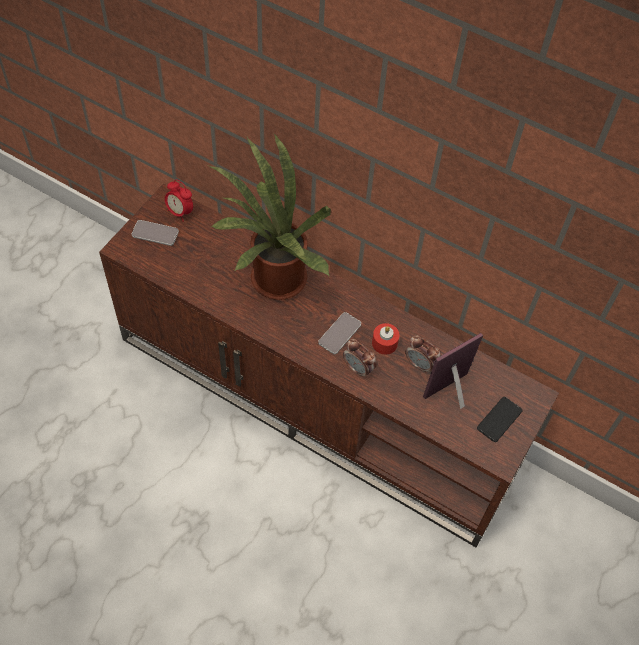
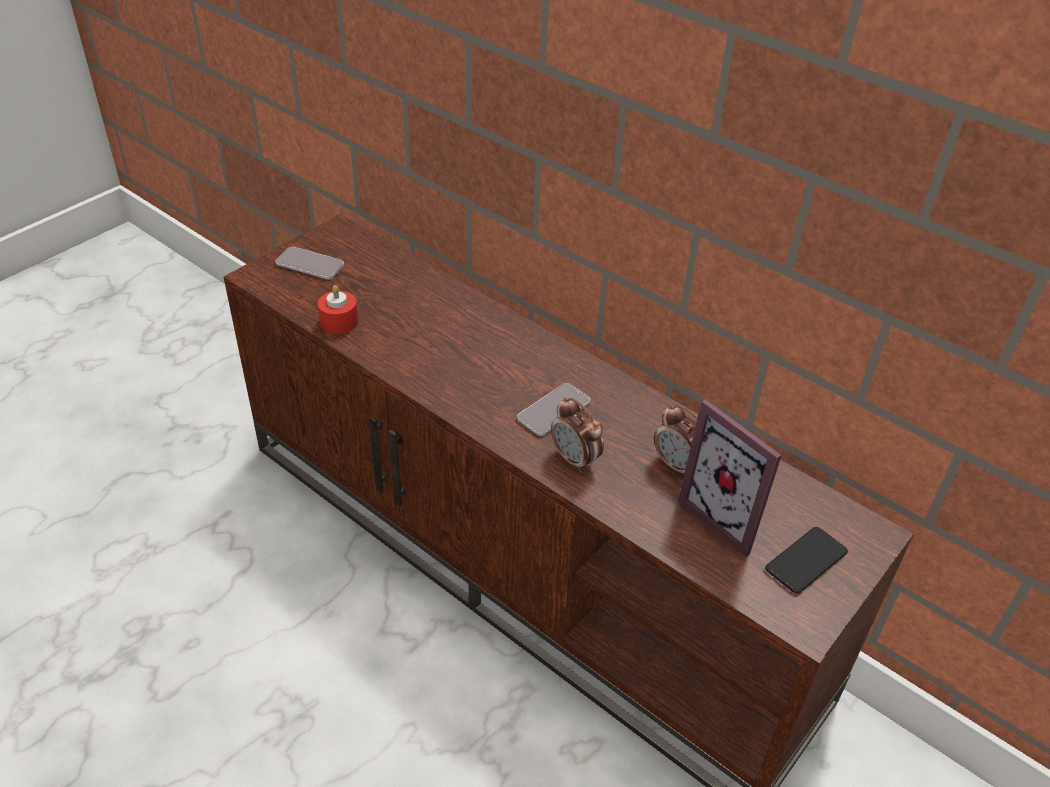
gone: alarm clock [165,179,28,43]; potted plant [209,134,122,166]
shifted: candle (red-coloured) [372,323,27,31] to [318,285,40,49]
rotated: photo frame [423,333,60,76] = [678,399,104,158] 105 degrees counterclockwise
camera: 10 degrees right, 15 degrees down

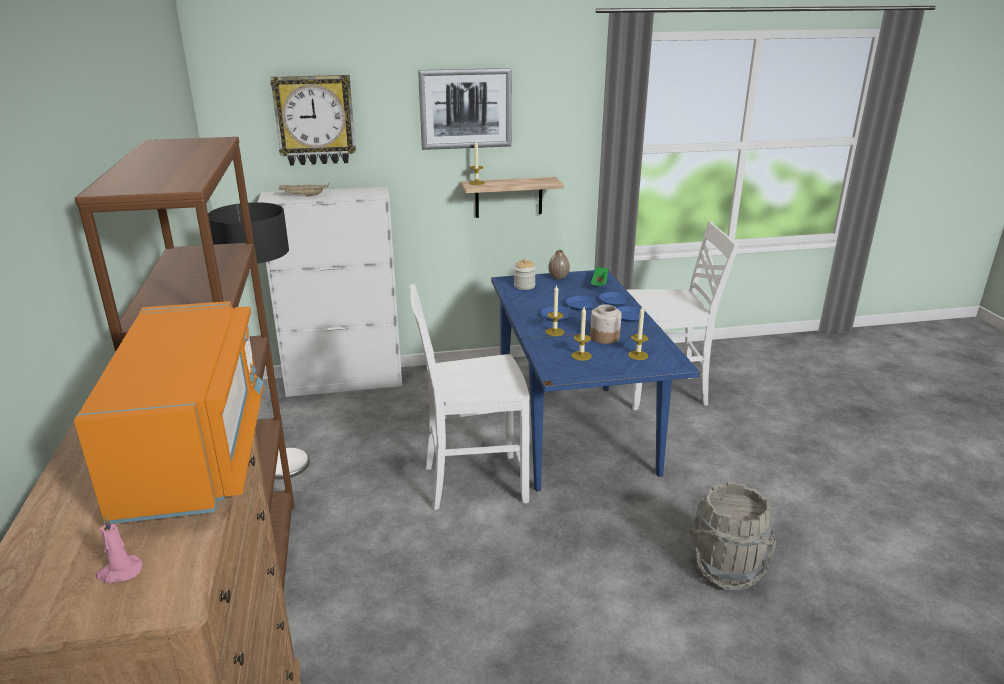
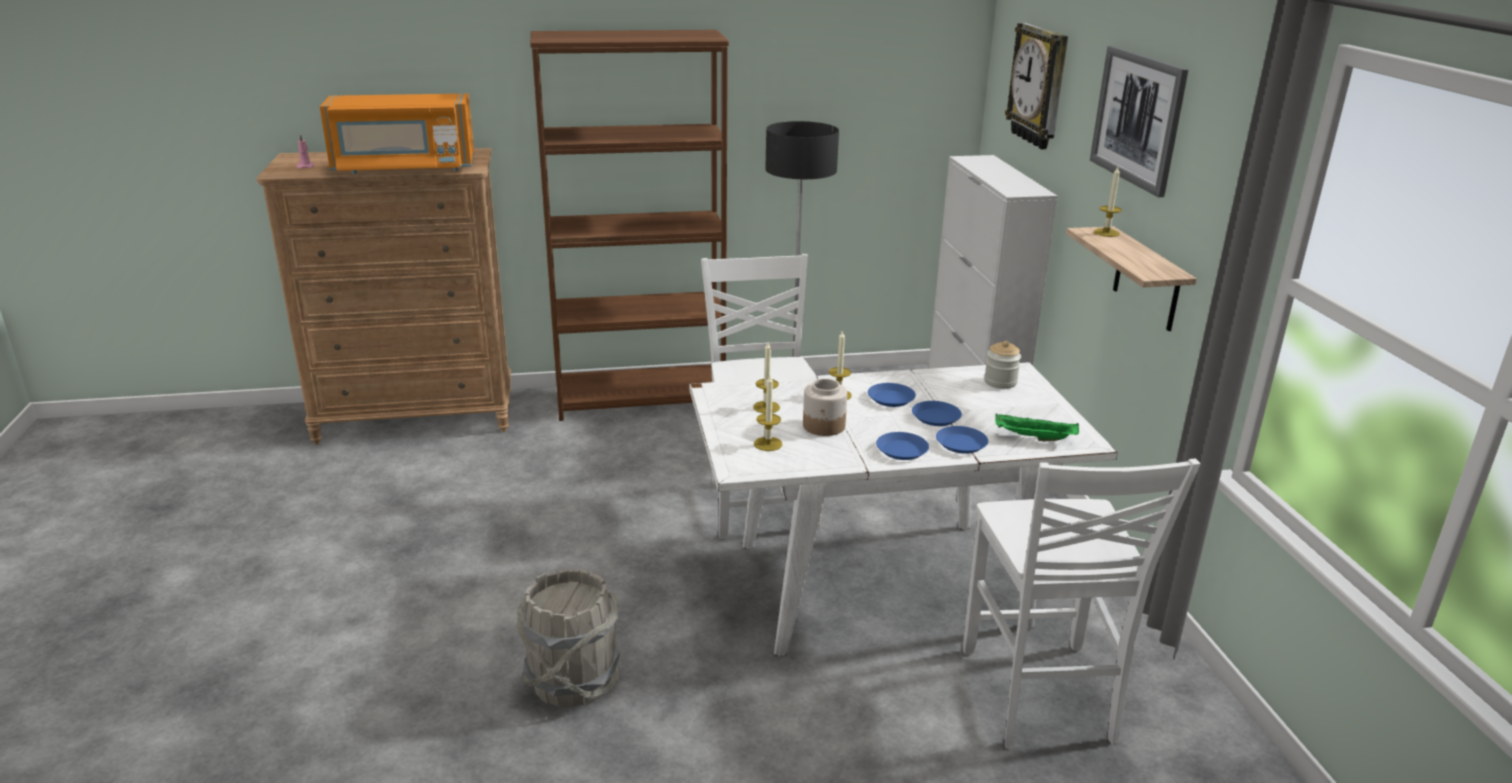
gone: tray (beige) [279,183,50,13]; flower vase [548,250,22,30]
repainted: dinner table (blue-coloured) [491,270,209,221] to dinner table (white) [689,362,429,294]
camera: 90 degrees right, 0 degrees up

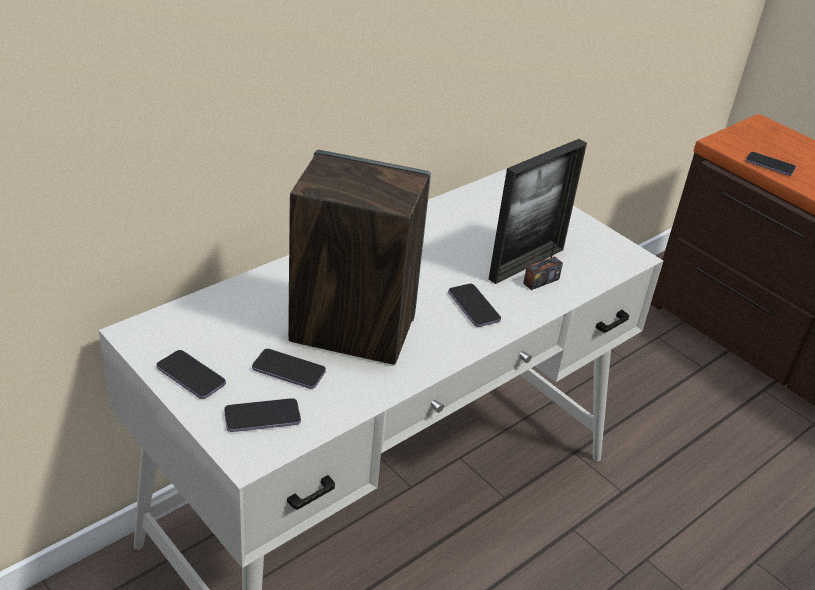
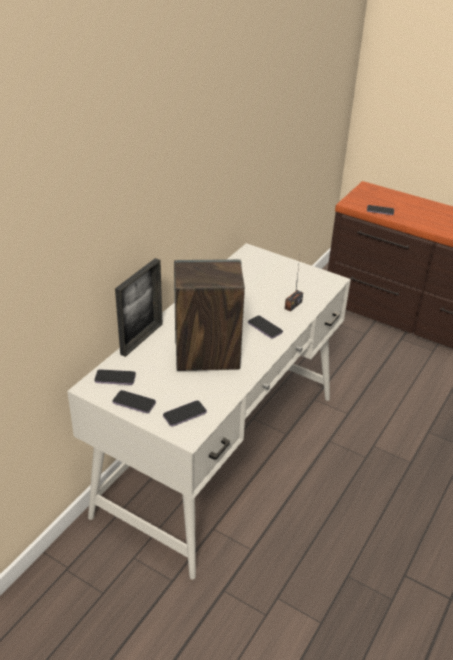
shifted: handset [252,348,74,41] to [94,369,42,16]; photo frame [489,139,98,145] to [115,258,47,99]
camera: 15 degrees left, 0 degrees up

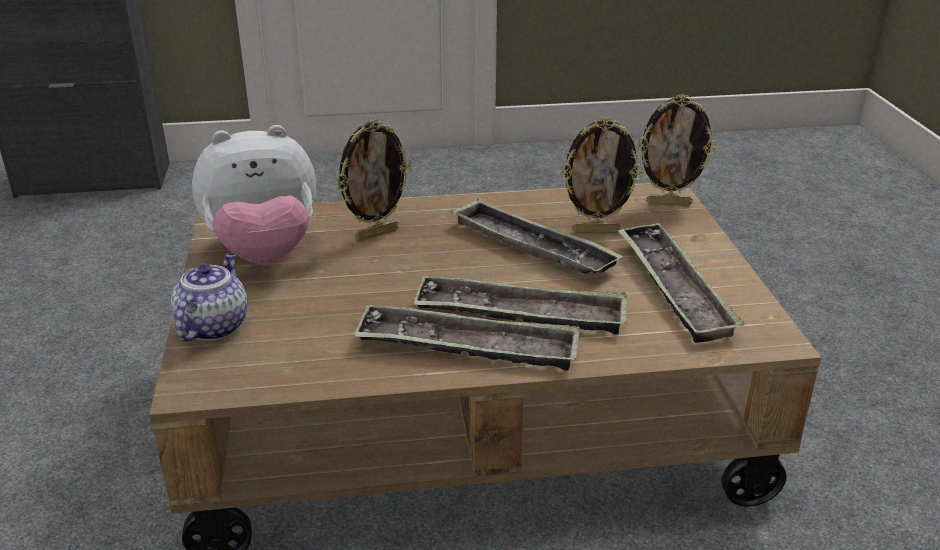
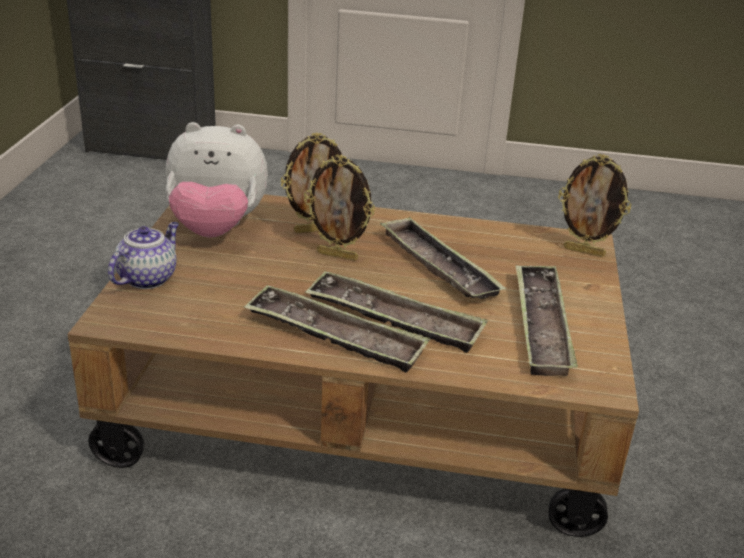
shifted: photo frame [560,117,83,116] to [304,155,71,106]
camera: 15 degrees right, 0 degrees up

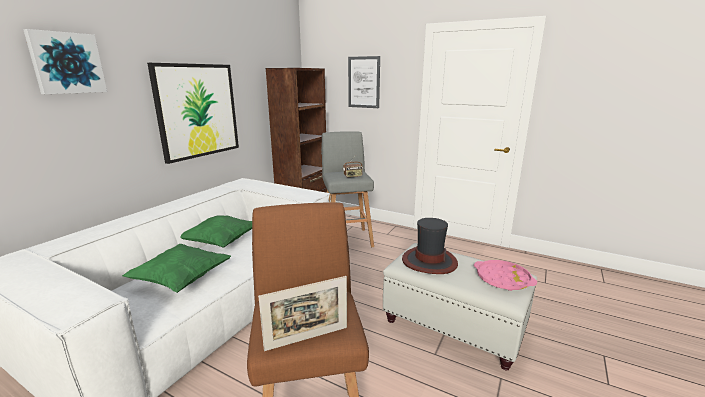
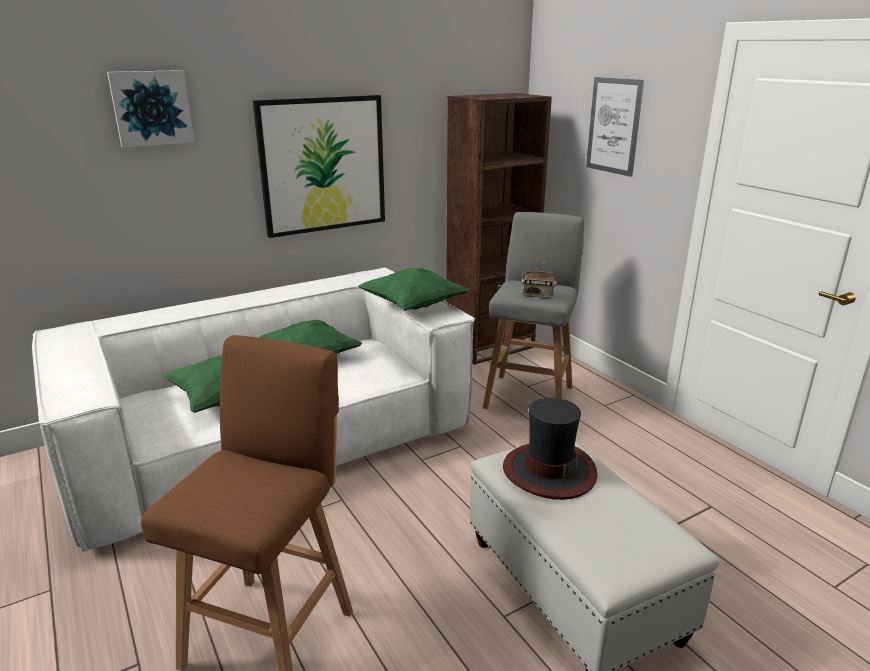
gone: photo frame [258,276,89,75]; tray (pink-coloured) [474,260,63,31]
new: pillow (green-coloured) [358,268,111,43]
camera: 30 degrees right, 5 degrees up

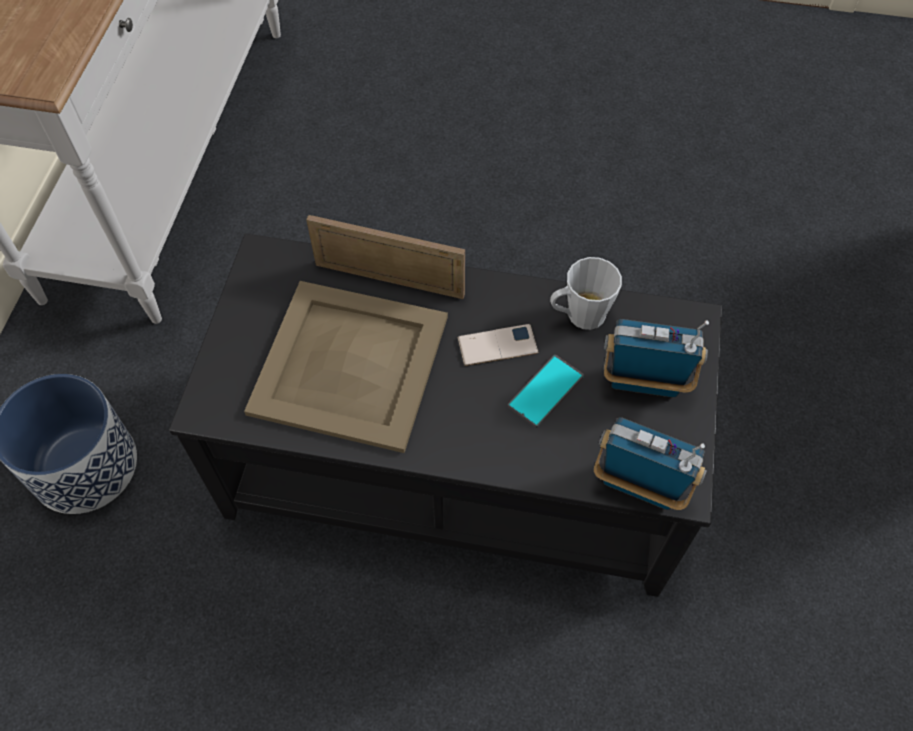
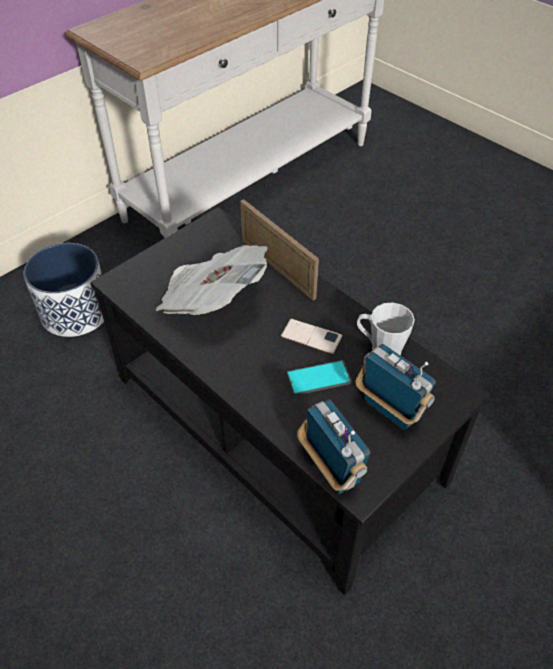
swapped: tray (beige) [244,281,204,172] to newspaper [155,245,113,70]
camera: 35 degrees right, 10 degrees down

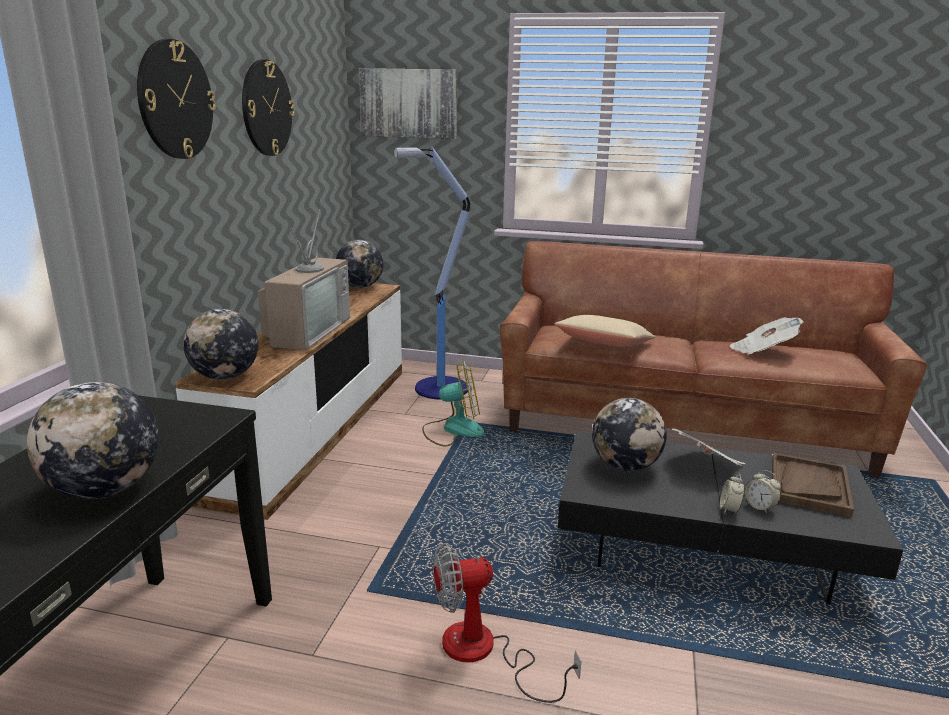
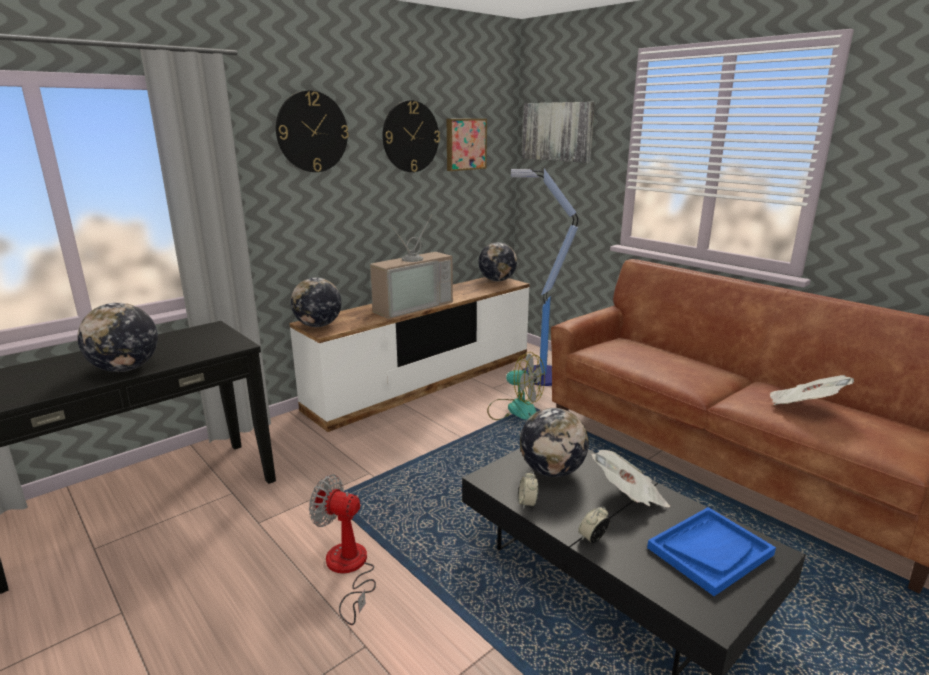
gone: pillow (beige) [554,315,101,32]
new: picture [447,119,40,52]
shifted: alarm clock [745,470,36,43] to [518,470,20,39]
repainted: tray (brown-coloured) [772,453,82,64] to tray (blue-coloured) [647,507,129,89]
camera: 35 degrees right, 0 degrees up

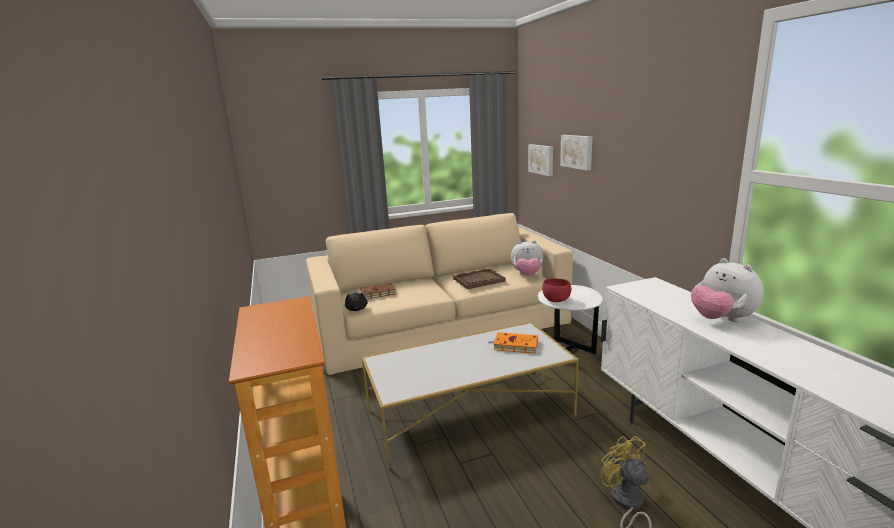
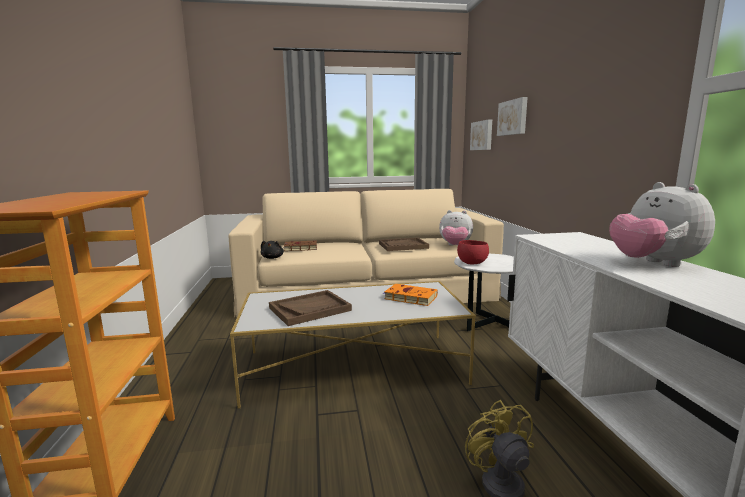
new: tray (brown-coloured) [269,290,83,36]
camera: 10 degrees right, 5 degrees down

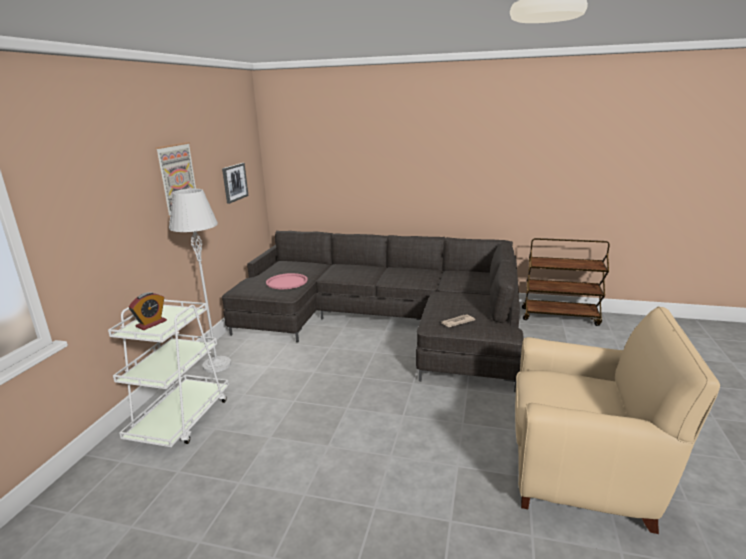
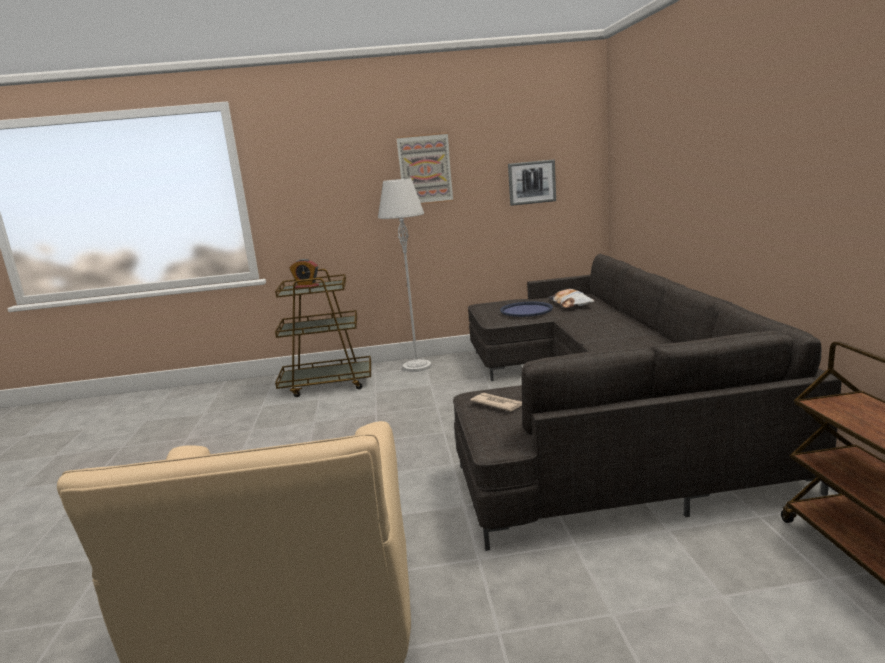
new: pillow [548,289,46,19]
repainted: cart (white) [108,300,121,147] to cart (brown-coloured) [275,269,96,128]; tray (pink-coloured) [266,273,41,16] to tray (blue-coloured) [500,301,53,16]
camera: 70 degrees right, 5 degrees down

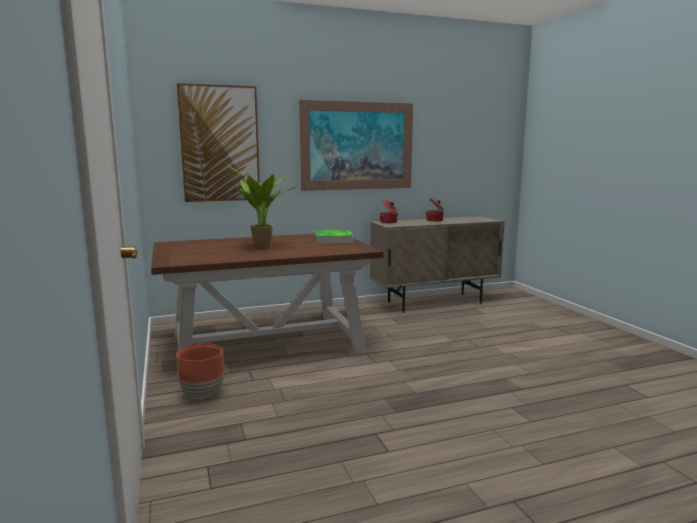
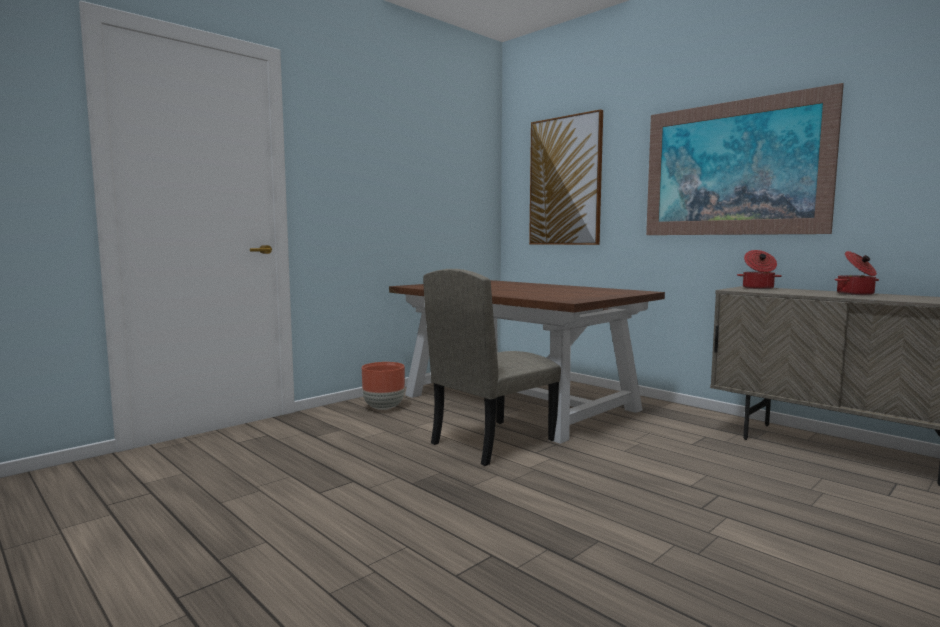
gone: potted plant [228,165,70,82]; tray [315,230,38,14]
new: plain chair (beige) [423,269,138,197]
camera: 65 degrees right, 5 degrees down

